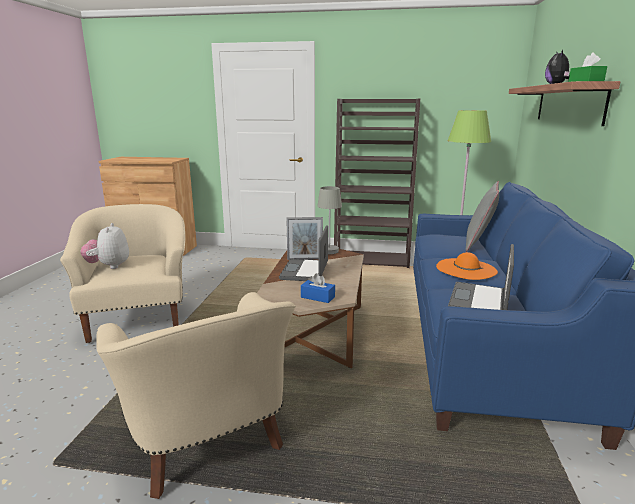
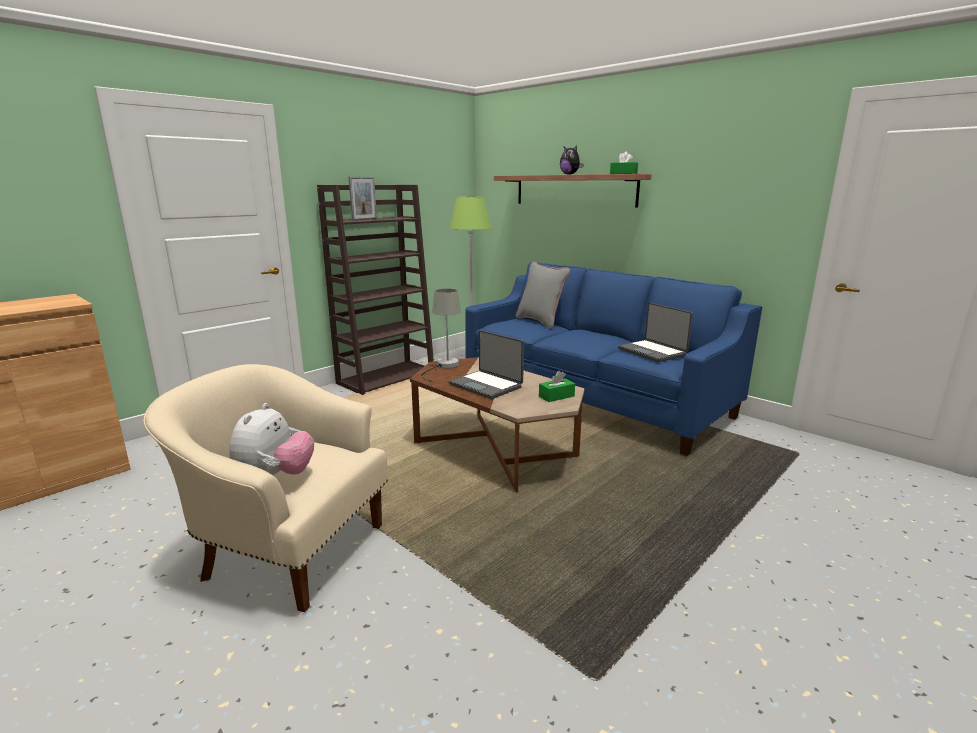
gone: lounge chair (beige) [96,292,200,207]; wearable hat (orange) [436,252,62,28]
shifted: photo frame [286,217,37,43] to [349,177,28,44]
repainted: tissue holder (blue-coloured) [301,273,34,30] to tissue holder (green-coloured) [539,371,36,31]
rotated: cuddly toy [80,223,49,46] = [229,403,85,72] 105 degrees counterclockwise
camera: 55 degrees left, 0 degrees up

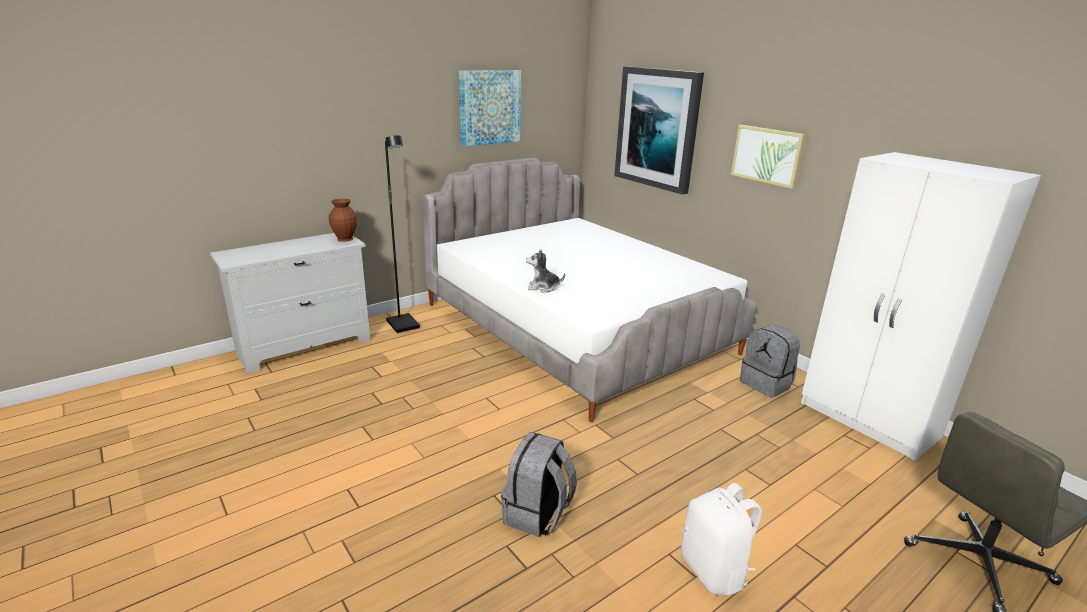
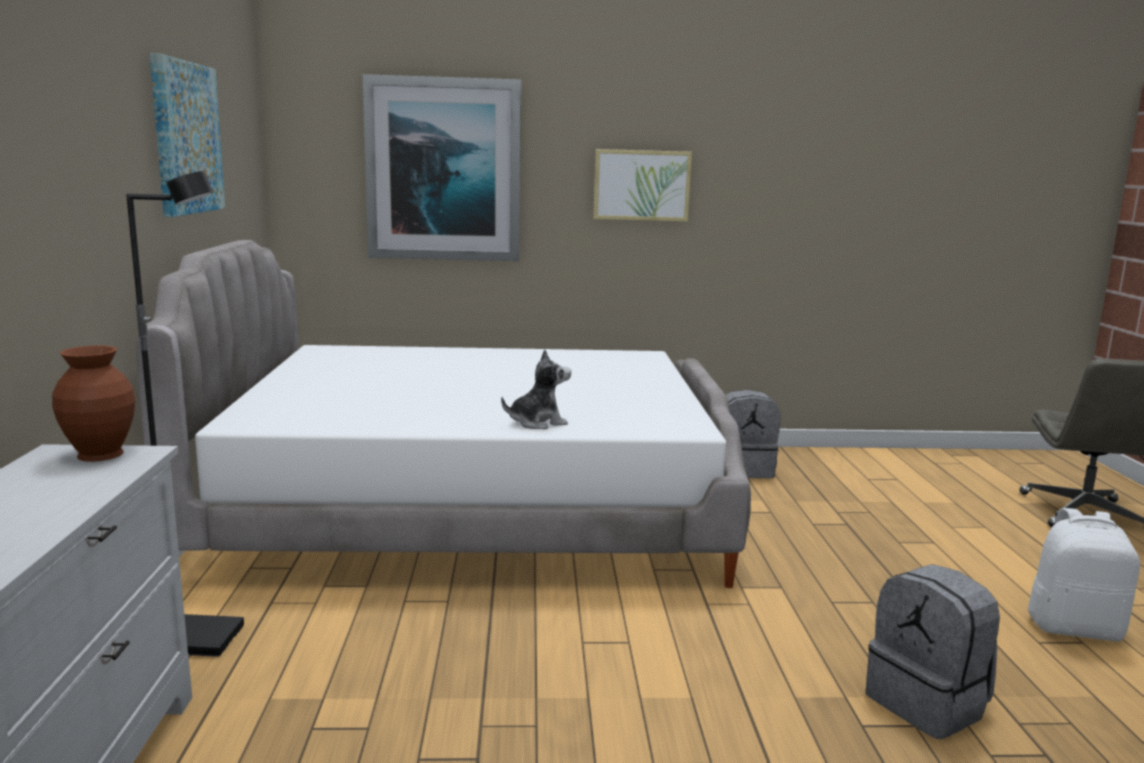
gone: wardrobe (white) [801,152,240,309]
rotated: cuddly toy [526,249,39,44] = [501,350,70,79] 150 degrees counterclockwise
camera: 55 degrees left, 10 degrees down

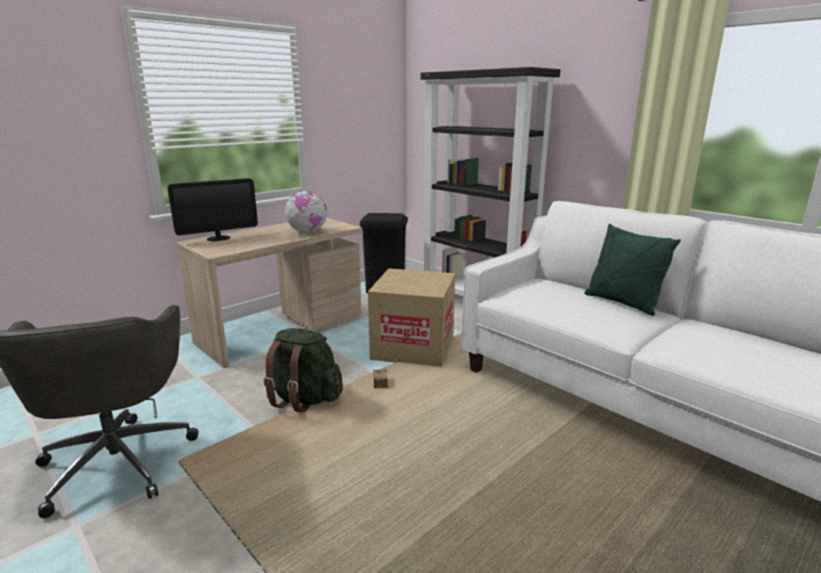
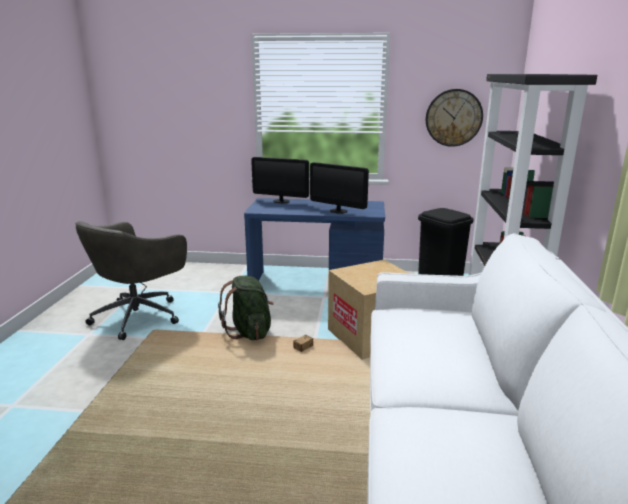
gone: pillow (green-coloured) [584,224,97,92]
new: clock on the wall [426,89,57,58]
swapped: desk globe [285,191,42,42] to monitor [310,162,59,52]
repainted: desk table (beige) [176,218,185,150] to desk table (blue-coloured) [244,198,141,83]
camera: 50 degrees right, 0 degrees up

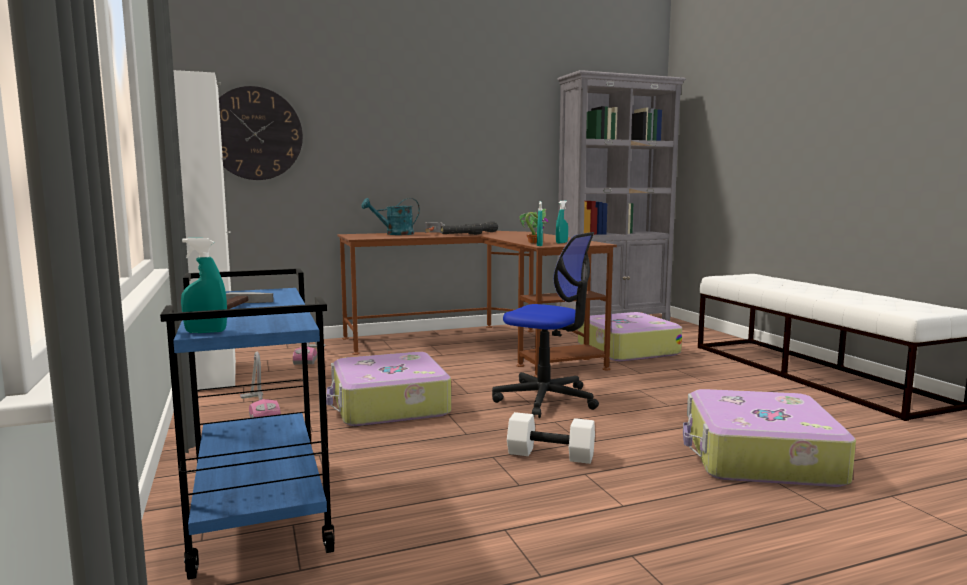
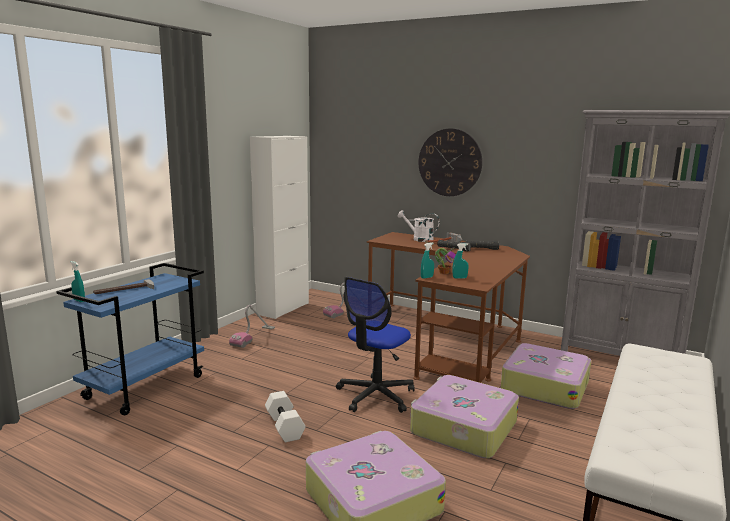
shifted: clock on the wall [219,86,84,94] to [419,128,63,68]; suitcase [326,352,125,74] to [410,375,109,83]
repainted: sprinkling can (turquoise-coloured) [362,198,58,37] to sprinkling can (white) [398,210,41,32]
rotated: computer chair [492,232,107,186] = [336,277,79,136] 45 degrees clockwise
camera: 50 degrees right, 5 degrees up

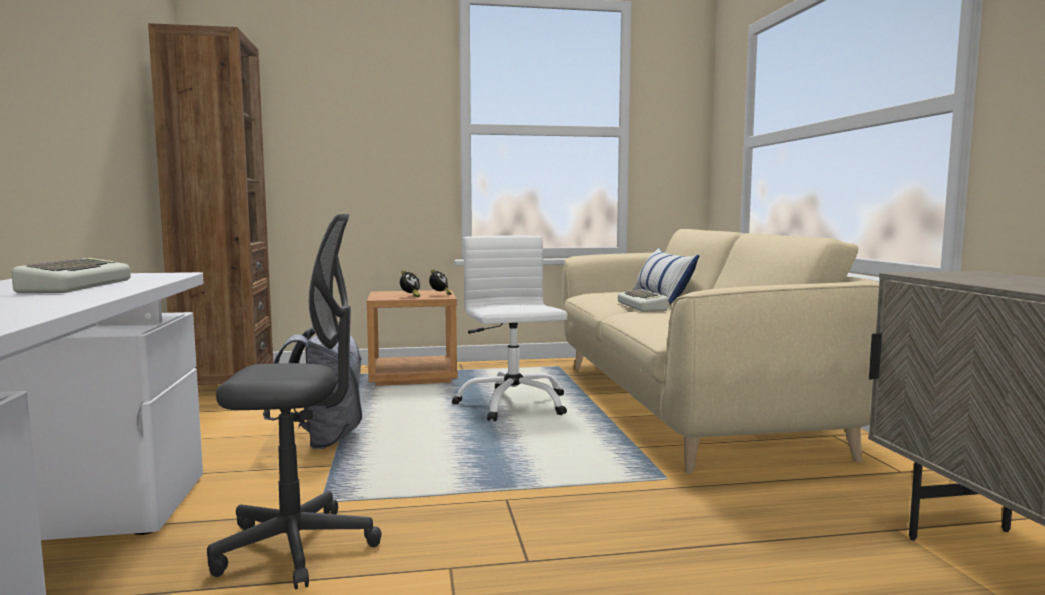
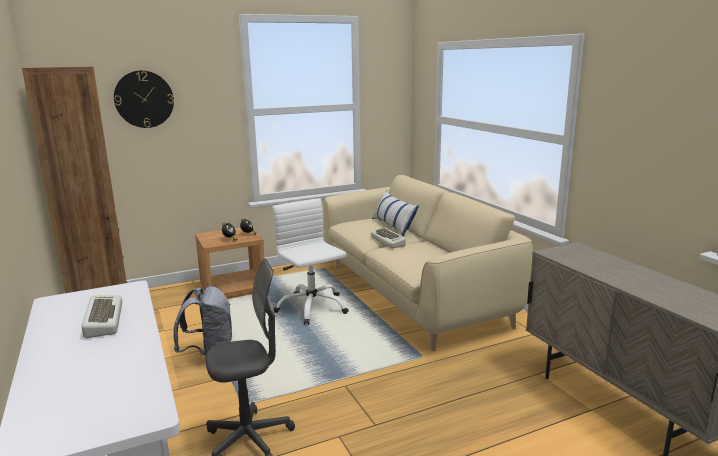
new: clock on the wall [114,70,60,58]
camera: 15 degrees left, 10 degrees up

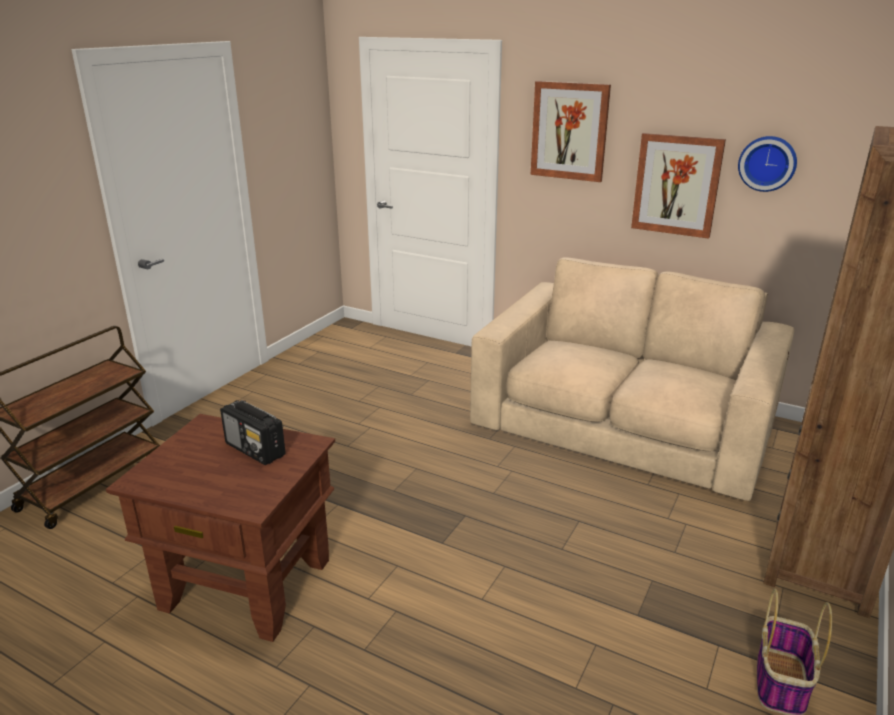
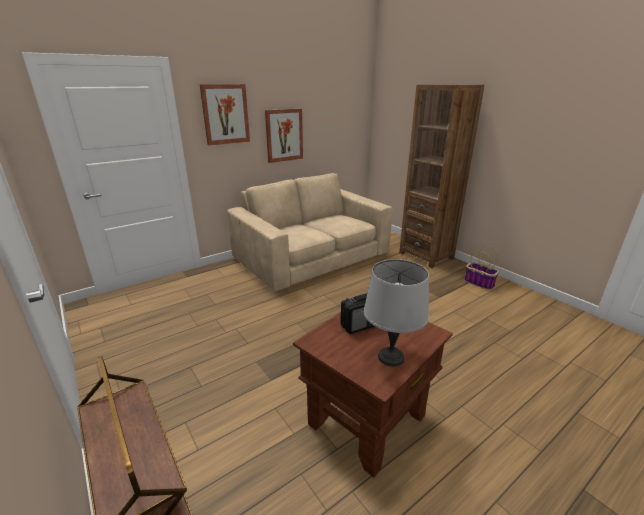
gone: clock on the wall [738,136,59,56]
new: table lamp (greyish) [364,259,65,107]
camera: 65 degrees left, 0 degrees up

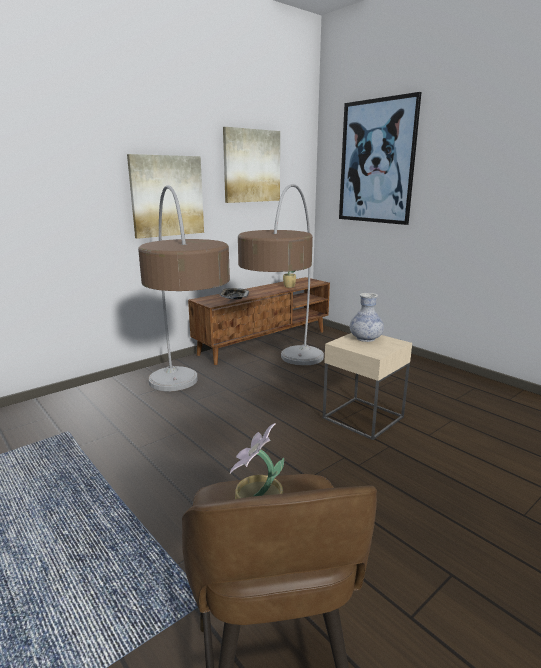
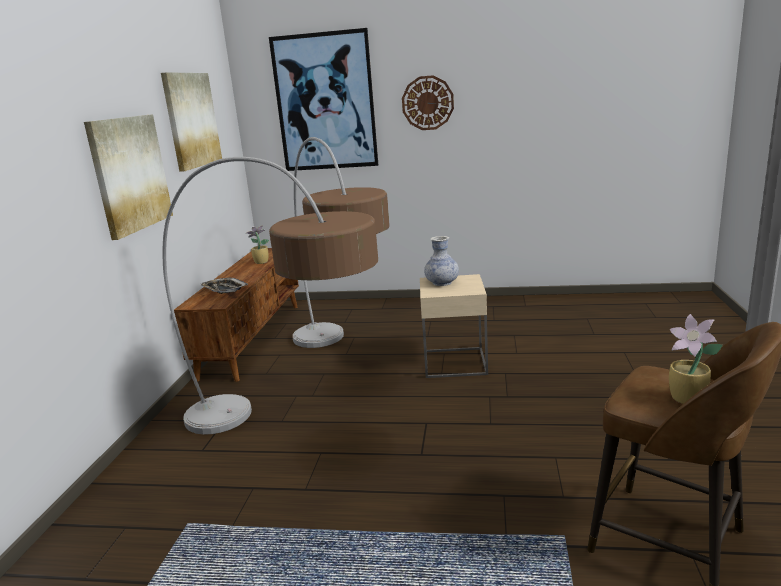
new: clock on the wall [402,75,52,55]
camera: 40 degrees left, 0 degrees up

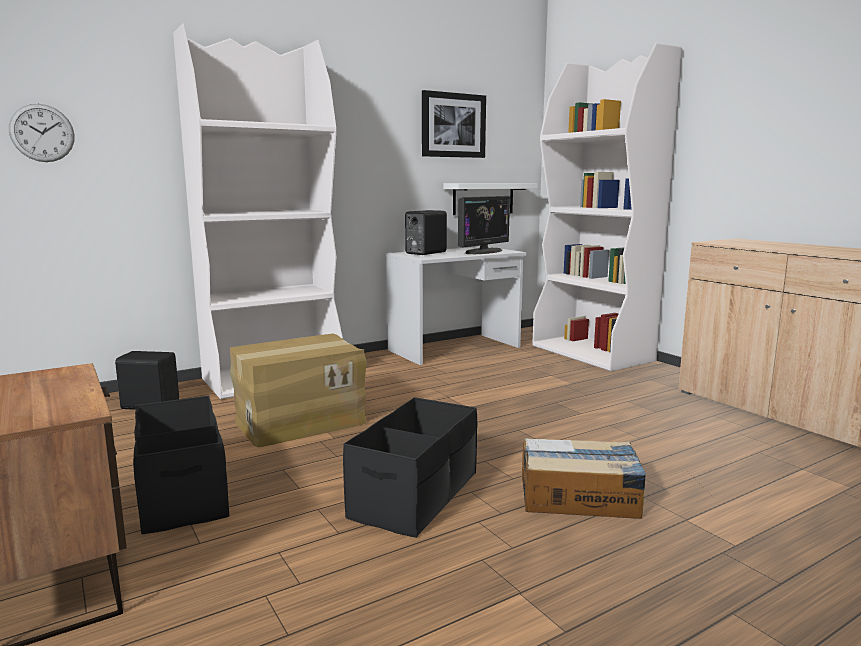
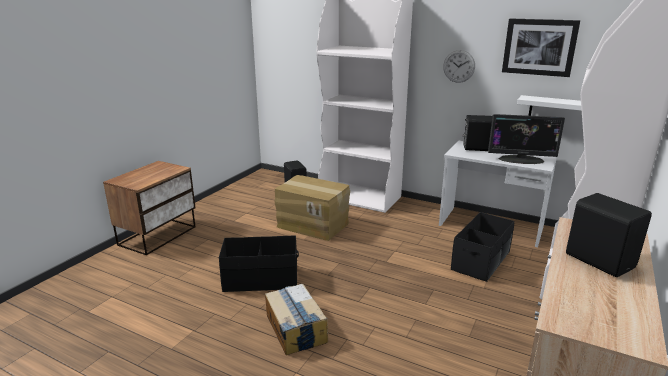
new: audio speaker (black-coloured) [566,193,86,84]
shifted: clock on the wall [9,104,66,58] to [443,50,32,33]; storage box (black-coloured) [133,396,96,138] to [451,212,63,70]
camera: 60 degrees right, 10 degrees up

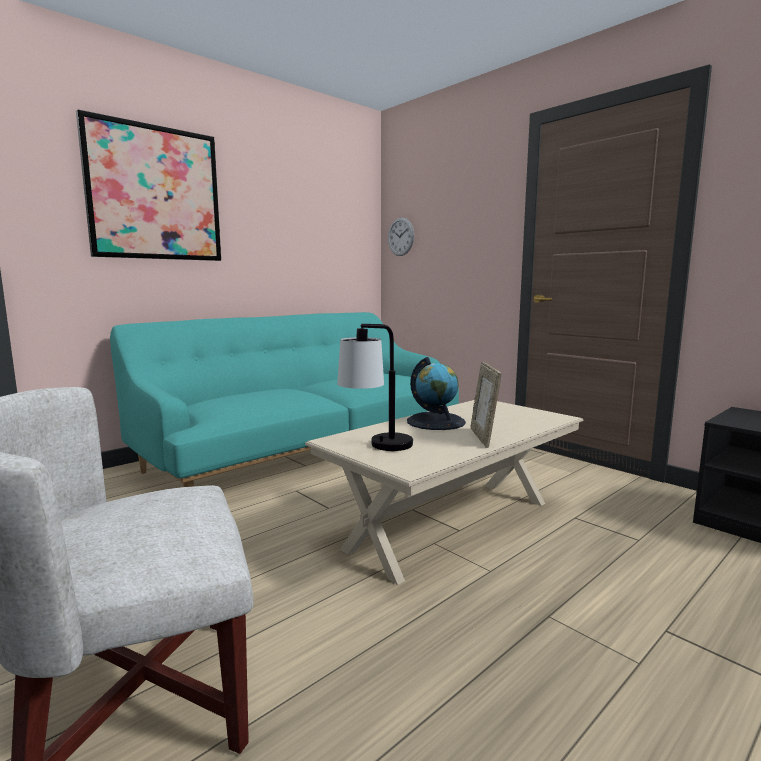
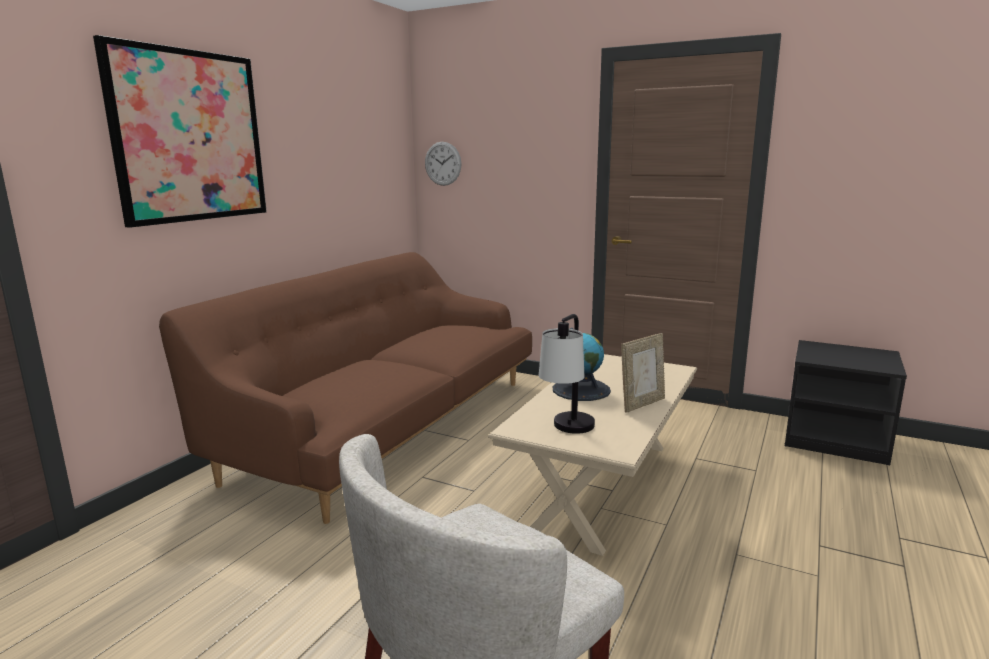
repainted: sofa (turquoise-coloured) [110,312,349,175] to sofa (brown-coloured) [159,252,373,272]
rotated: photo frame [471,362,30,86] = [621,333,44,80] 105 degrees counterclockwise
camera: 20 degrees left, 5 degrees up

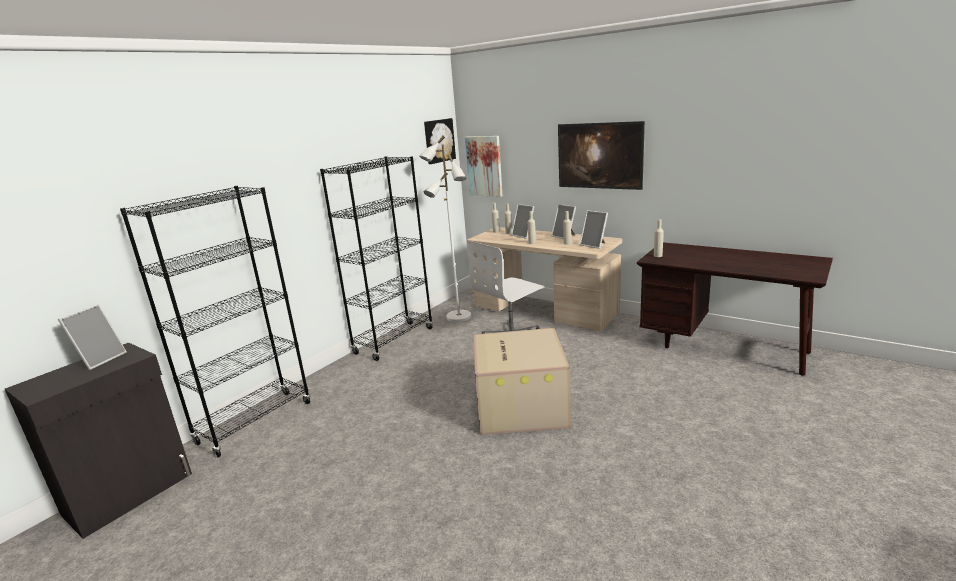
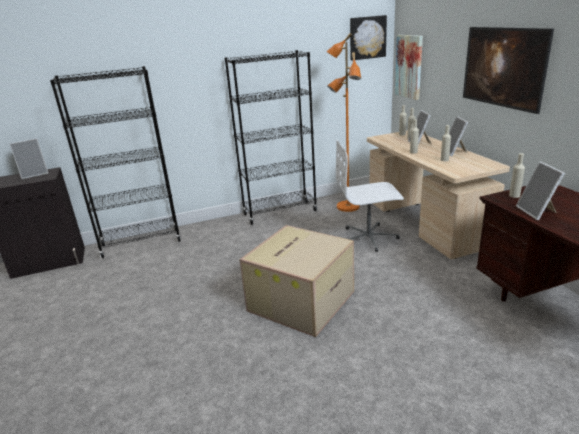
shifted: photo frame [580,210,28,39] to [516,162,49,58]
repainted: standard lamp (white) [419,135,52,187] to standard lamp (orange) [327,33,34,179]
camera: 35 degrees right, 5 degrees up

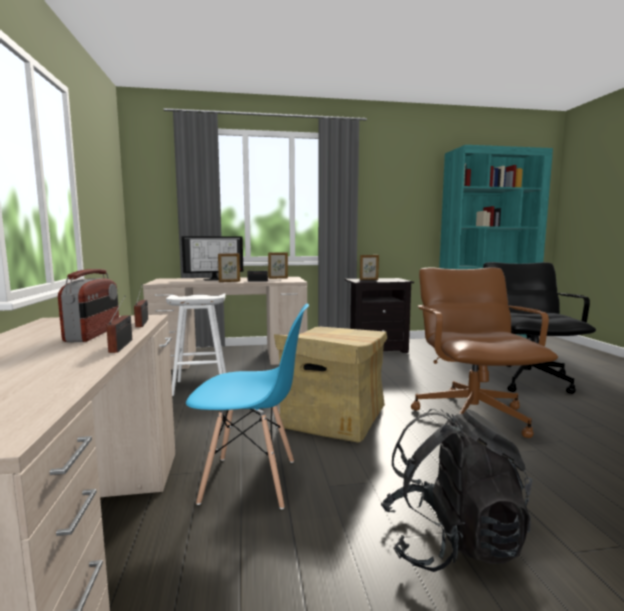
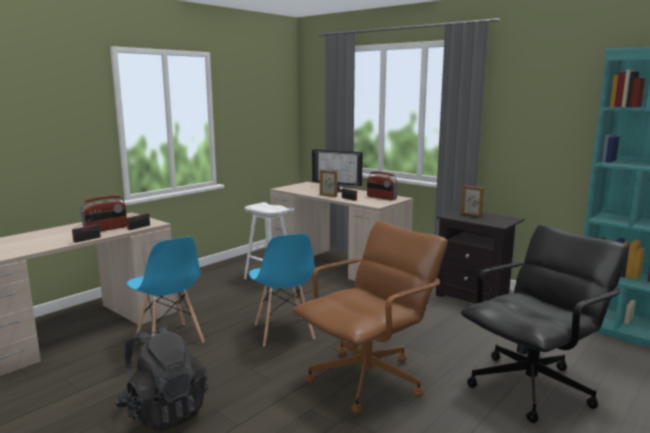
swapped: photo frame [268,252,20,27] to radio receiver [367,172,31,28]; packing box [274,327,113,116] to plain chair (blue-coloured) [249,234,66,113]
camera: 50 degrees right, 5 degrees up

